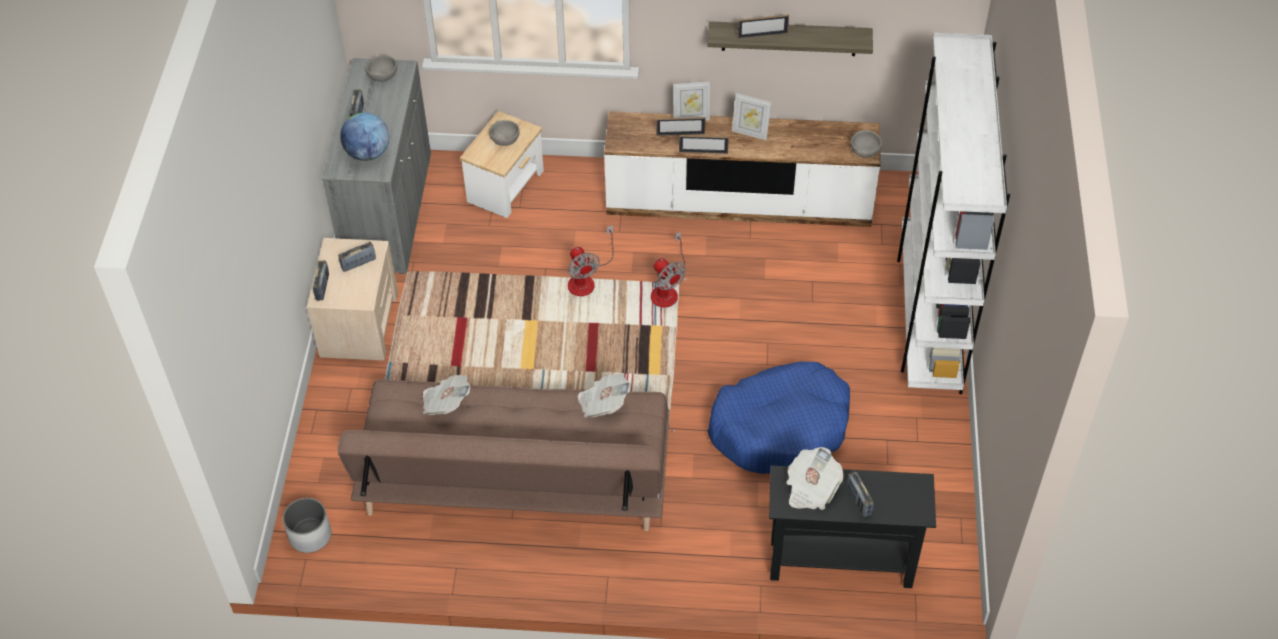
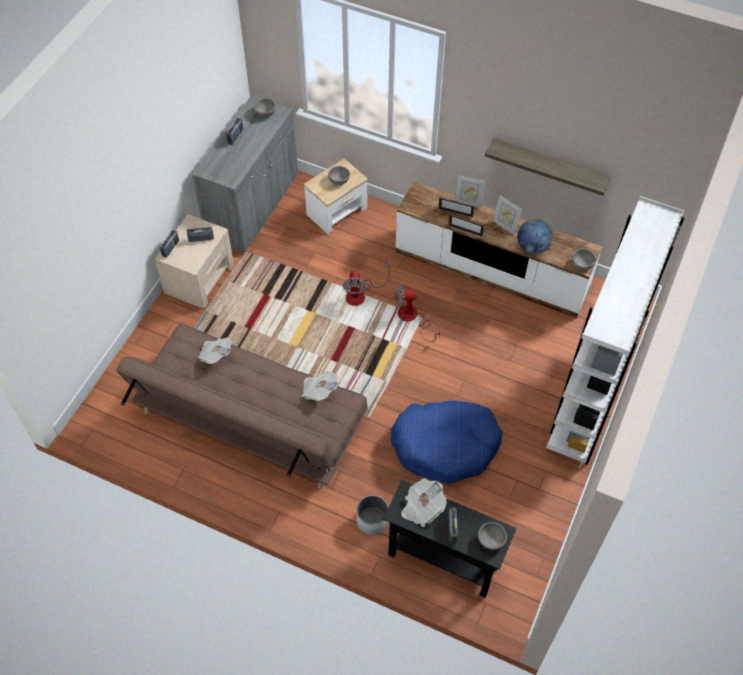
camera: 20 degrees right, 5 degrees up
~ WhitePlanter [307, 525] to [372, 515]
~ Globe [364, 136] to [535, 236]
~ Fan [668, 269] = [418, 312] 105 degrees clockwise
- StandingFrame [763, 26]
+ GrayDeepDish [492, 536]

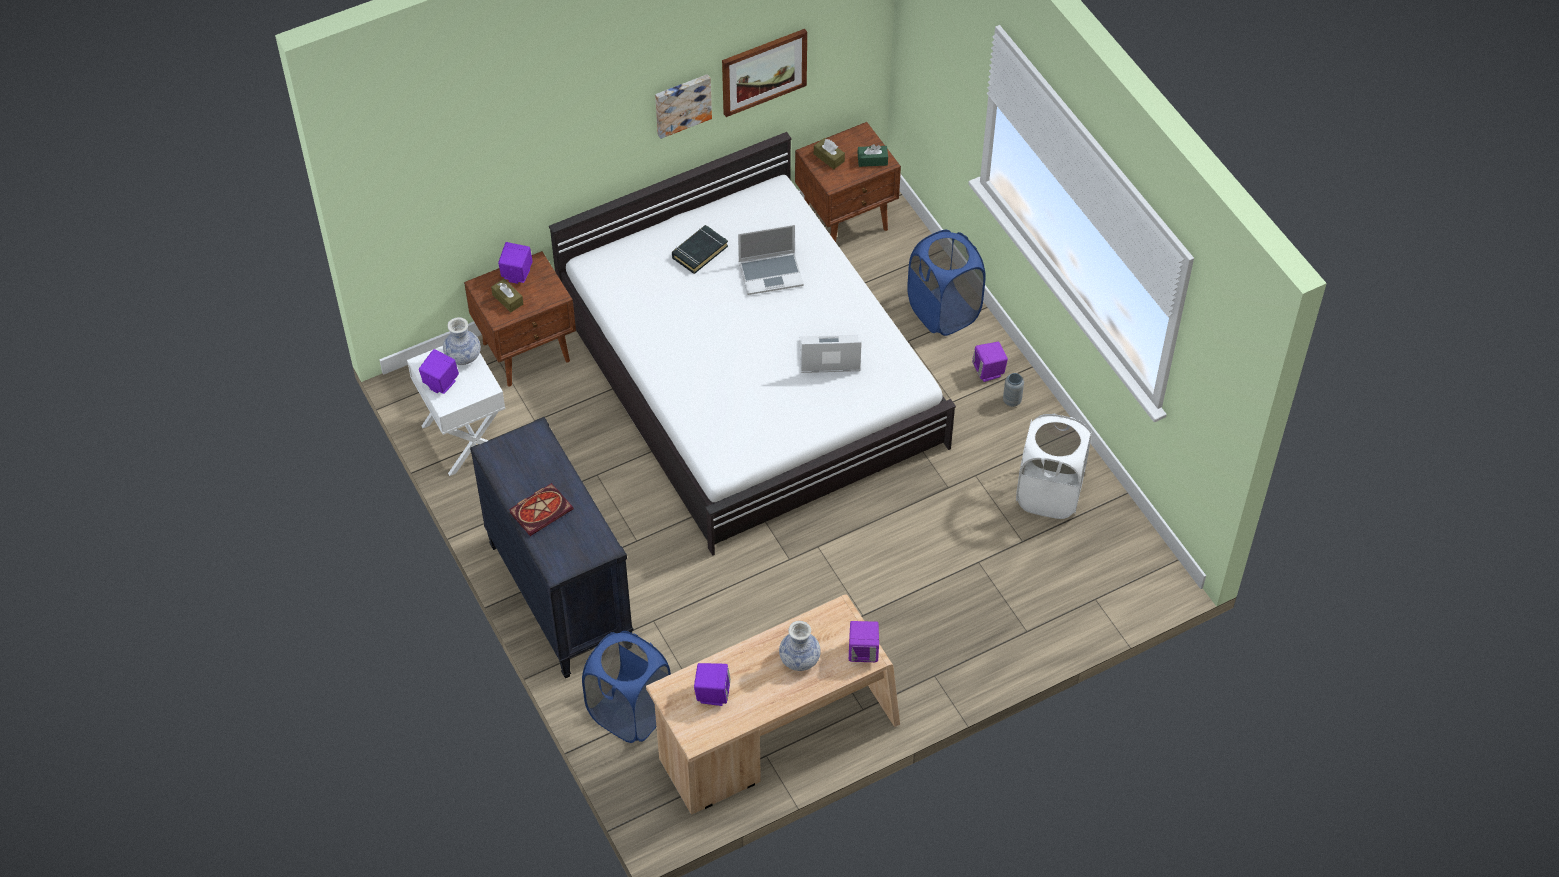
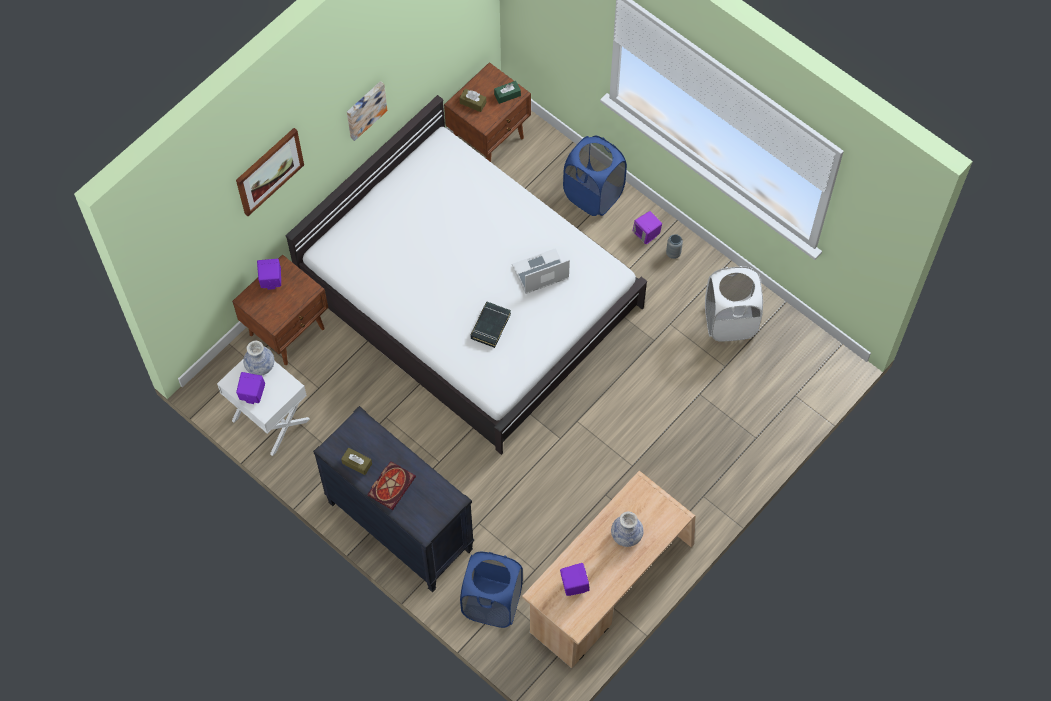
camera: 20 degrees left, 10 degrees up
~ BrownColouredTissueHolder [507, 295] to [356, 461]
~ BlackishBook [700, 249] to [491, 325]
~ Picture [764, 73] to [270, 172]
- PortableComputer [771, 259]
- PurpleAudioSpeaker [864, 641]

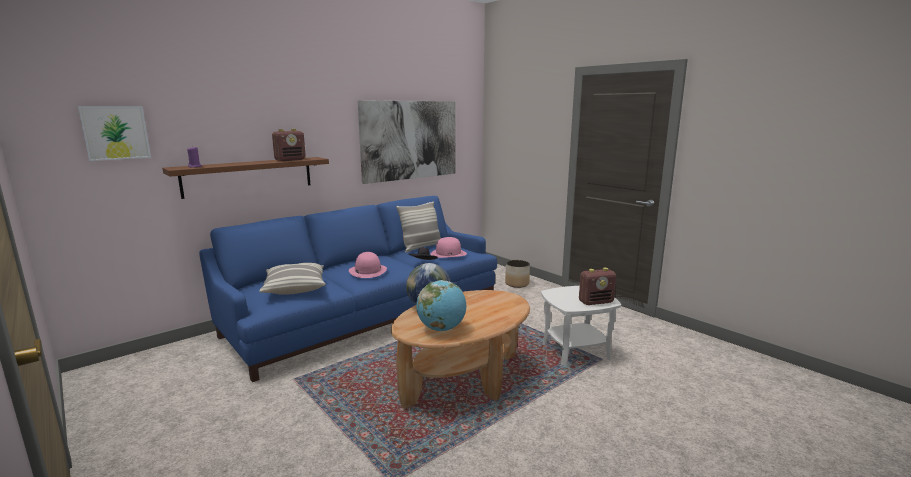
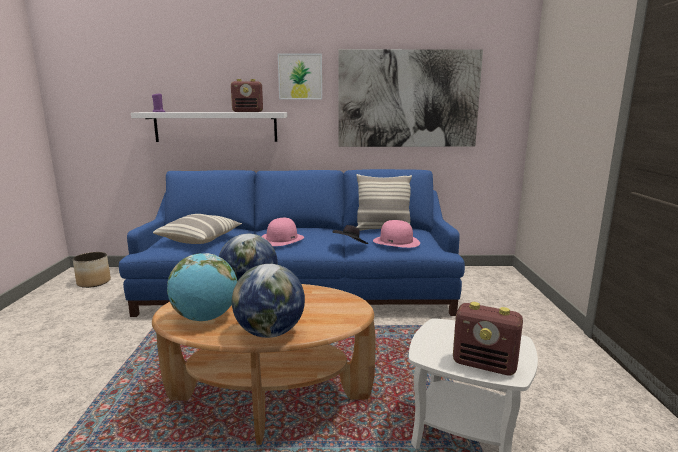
camera: 40 degrees right, 0 degrees up
~ Picture [114, 133] to [300, 76]
~ BrownColouredWallShelf [245, 178] to WhiteWallShelf [209, 127]
~ Planter [517, 274] to [92, 270]
+ Globe [268, 301]

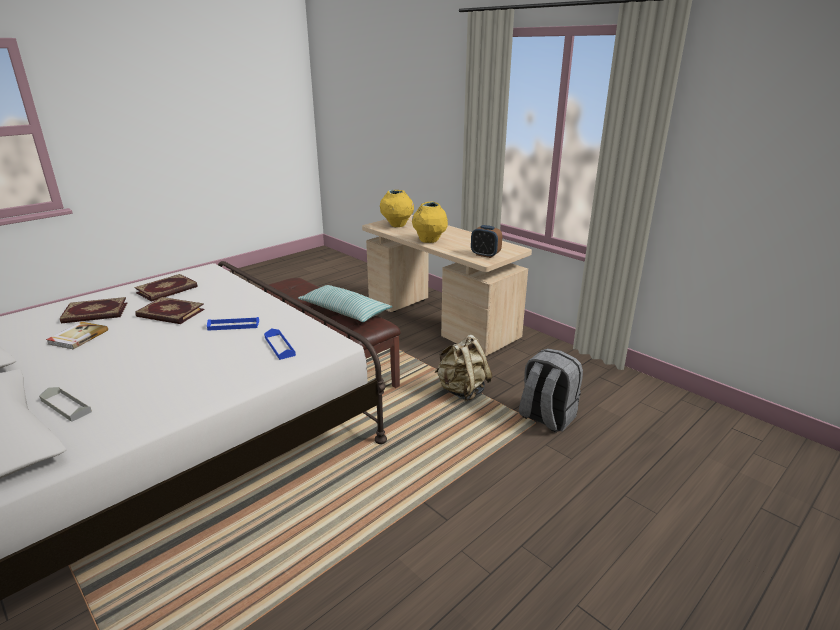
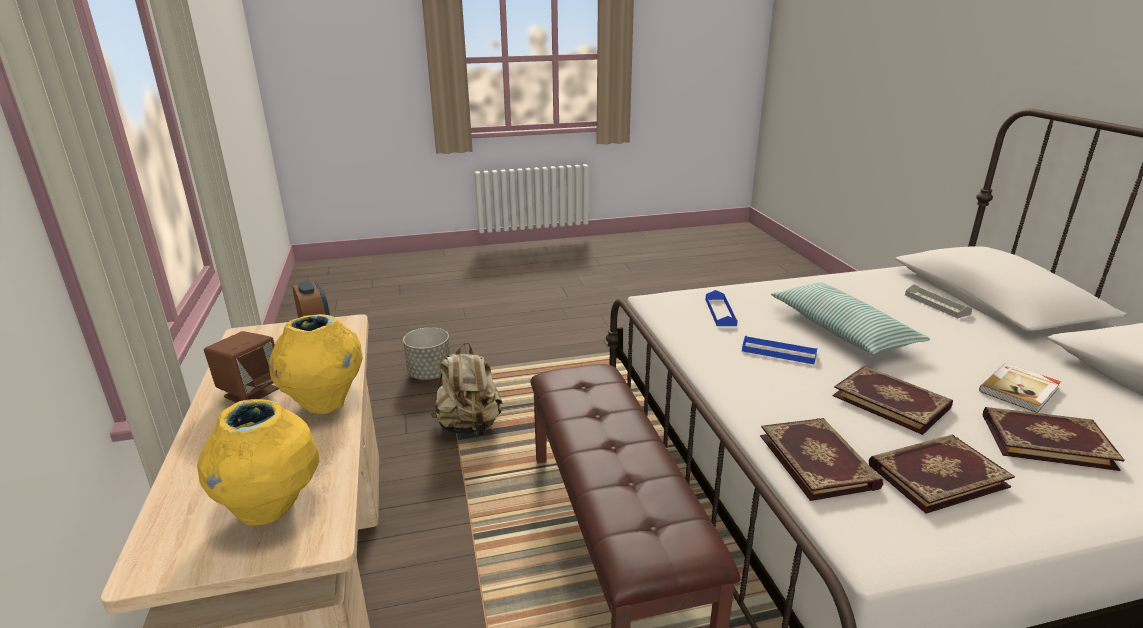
camera: 150 degrees left, 0 degrees up
~ Cushion [345, 303] to [850, 318]
~ GrayRucksack [551, 390] to GrayPlanter [427, 353]
+ BrownColouredAudioSpeaker [241, 367]
+ Book [821, 459]

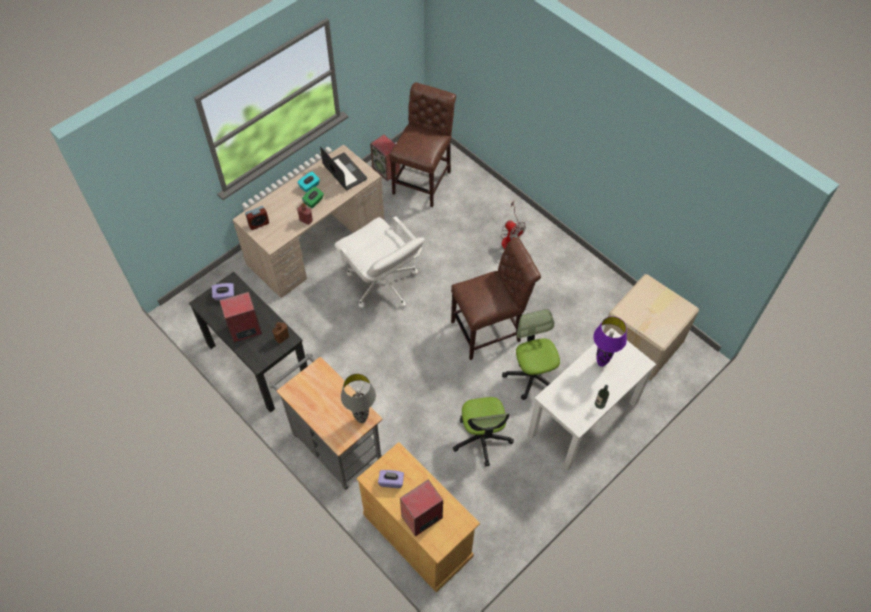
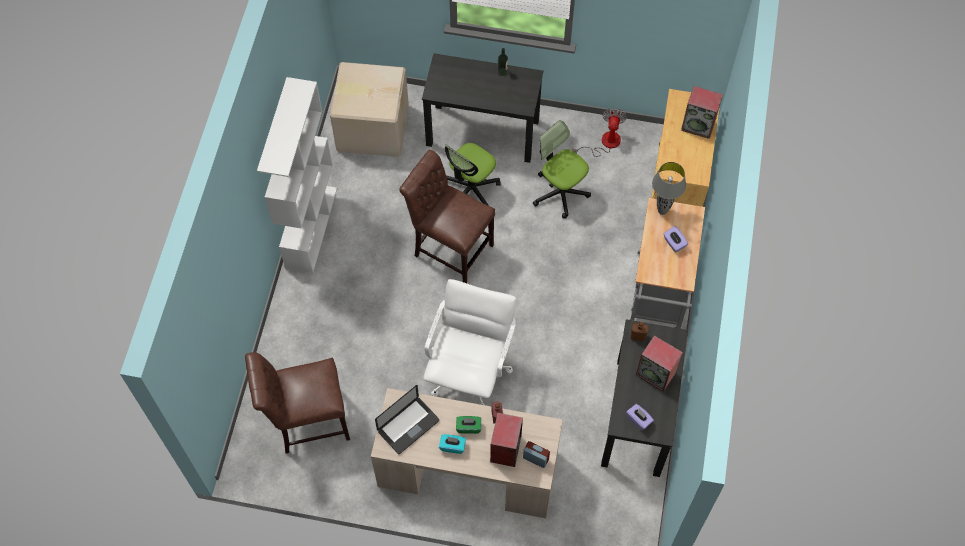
camera: 125 degrees left, 5 degrees up
~ PortableComputer [343, 168] = [407, 419] 150 degrees counterclockwise
~ AudioSpeaker [385, 157] to [506, 440]
~ PurpleTissueHolder [391, 479] to [675, 239]
~ OfficeChair [483, 432] = [562, 169] 90 degrees counterclockwise
~ Fan [513, 225] to [599, 132]
~ WhiteDesk [592, 399] to BlackishDesk [482, 108]
- PurpleTabletopLamp [610, 341]
+ WhiteBookcase [297, 175]

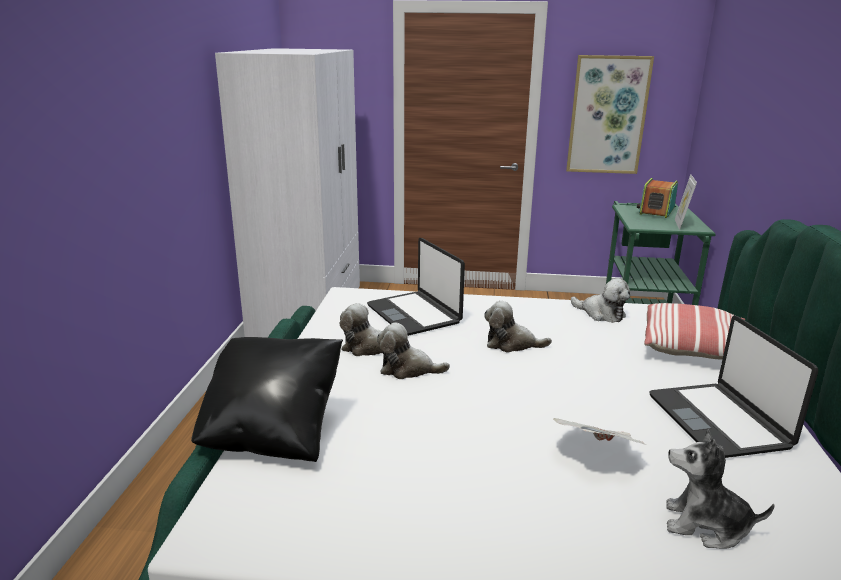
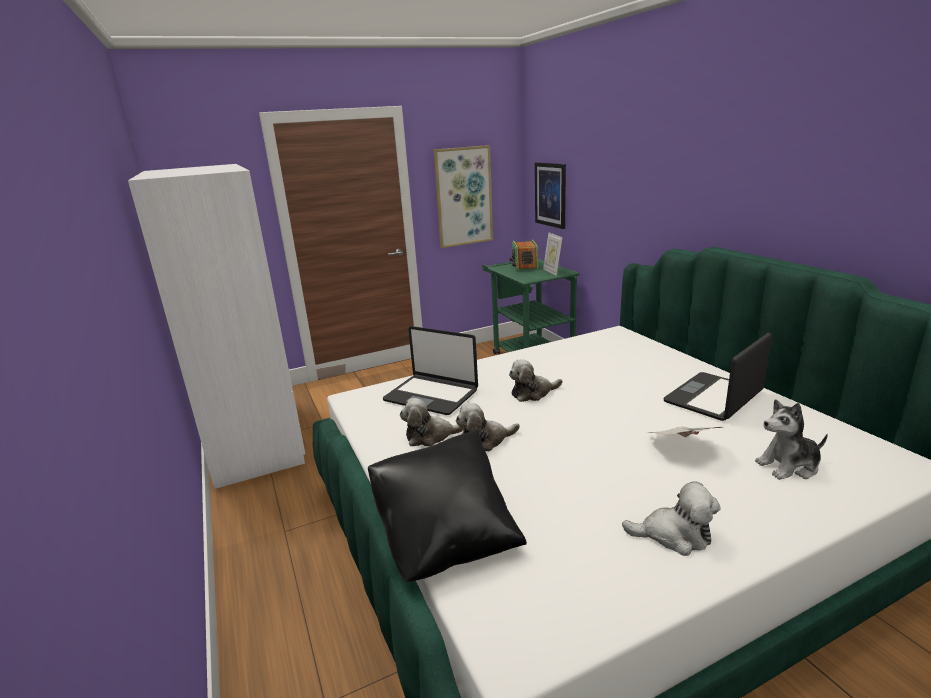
camera: 30 degrees left, 0 degrees up
~ CuddlyToy [600, 300] to [671, 518]
- Cushion [694, 331]
~ PortableComputer [733, 387] = [718, 377] 90 degrees clockwise
+ Picture [550, 195]

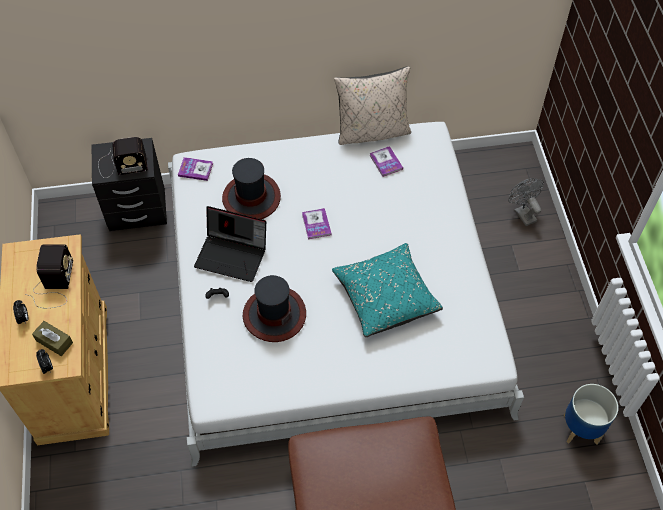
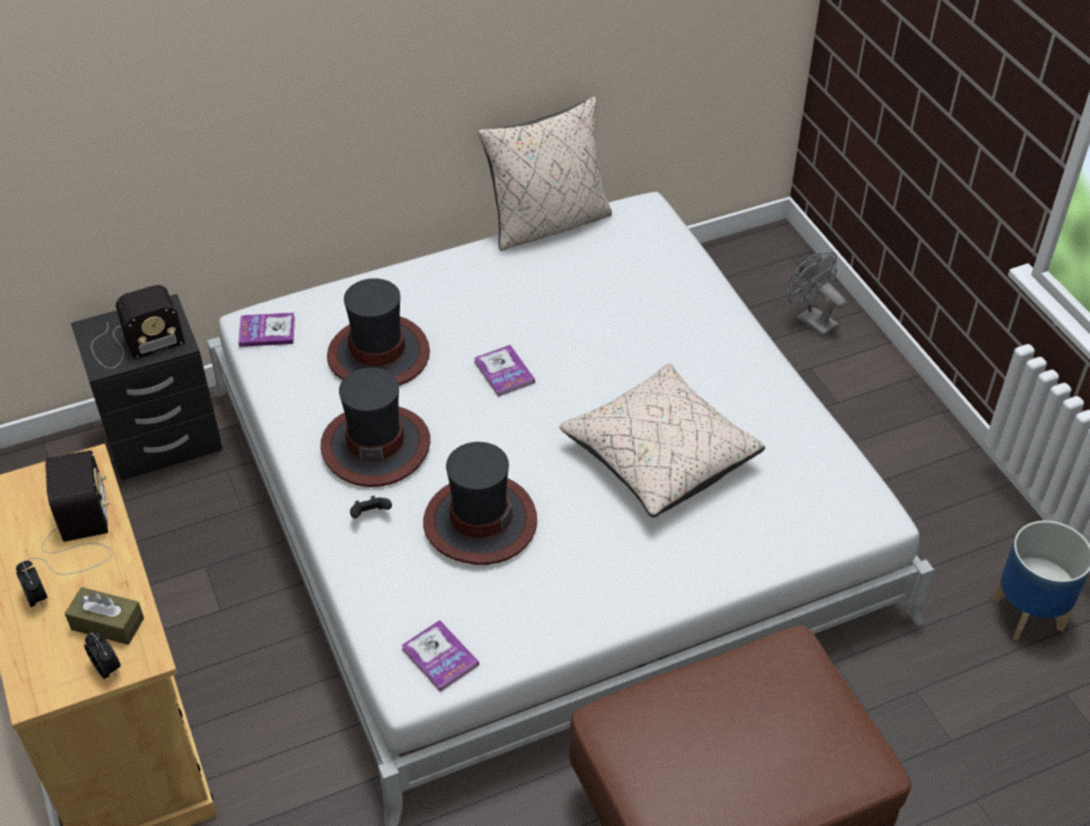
camera: 15 degrees left, 10 degrees down
~ PortableComputer [230, 244] to Hat [375, 427]
~ TurquoiseCushion [387, 290] to BeigeColouredCushion [662, 441]
~ Book [386, 161] to [440, 656]

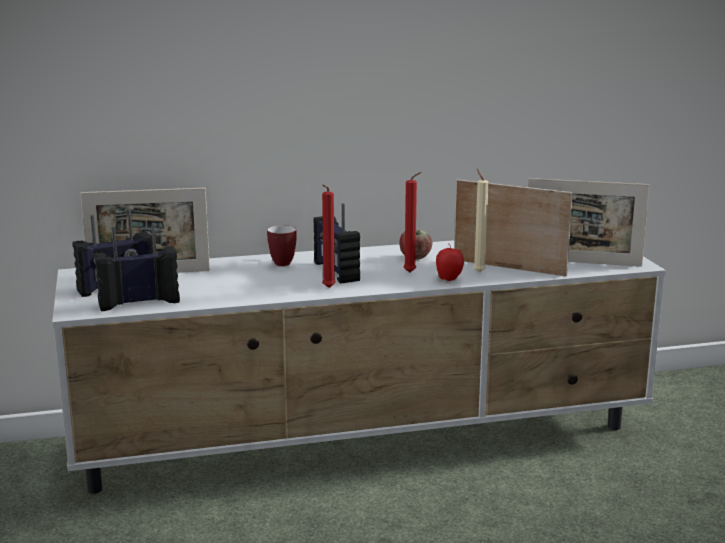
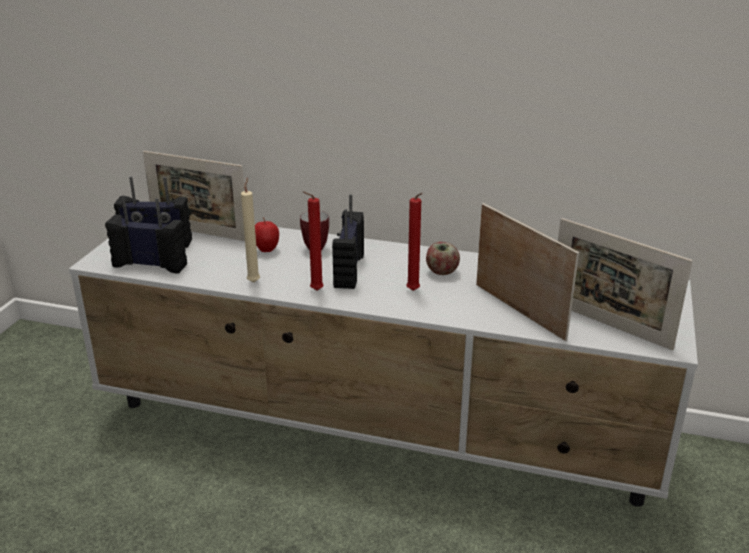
camera: 30 degrees right, 10 degrees up
~ WholeApple [450, 262] to [267, 234]
~ BeigeColouredWaxLight [481, 221] to [250, 230]

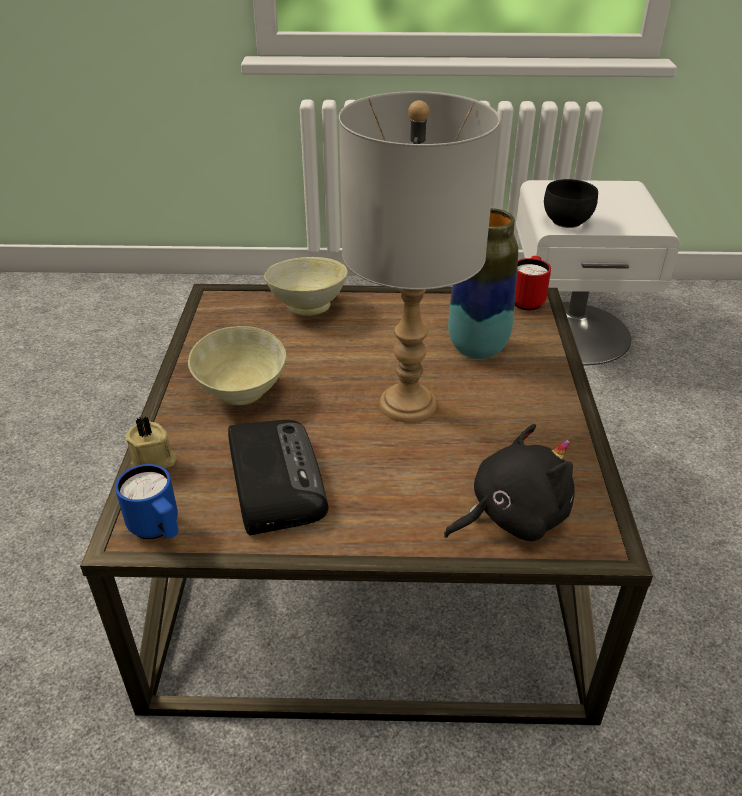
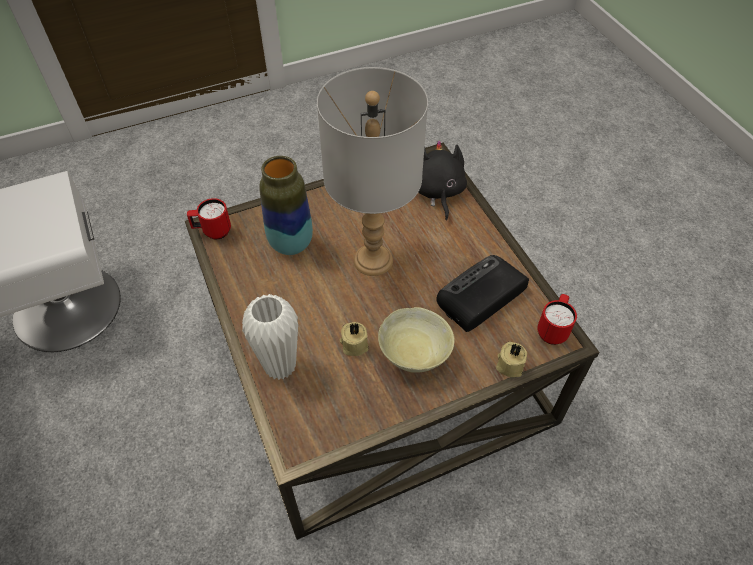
camera: 115 degrees left, 15 degrees up
~ BlueColouredMug [147, 501] to RedMug [557, 319]
~ BeigeColouredDeepDish [306, 286] to WhiteFlowerVase [270, 337]
~ BlackishCuddlyToy [509, 482] = [442, 180] 45 degrees clockwise
- BlackishDeepDish [571, 203]
+ BeigeColouredWaxLight [354, 339]

